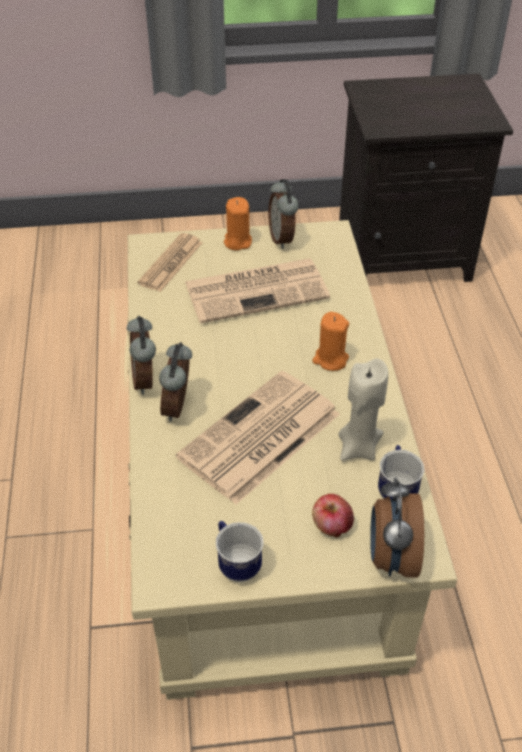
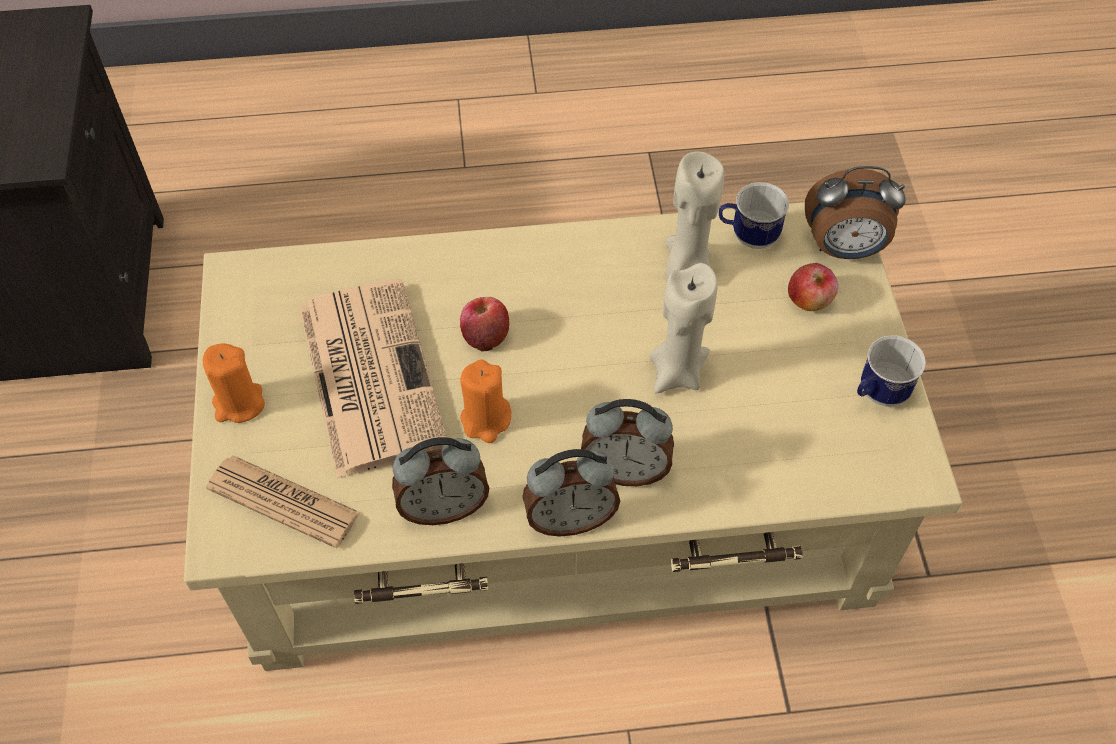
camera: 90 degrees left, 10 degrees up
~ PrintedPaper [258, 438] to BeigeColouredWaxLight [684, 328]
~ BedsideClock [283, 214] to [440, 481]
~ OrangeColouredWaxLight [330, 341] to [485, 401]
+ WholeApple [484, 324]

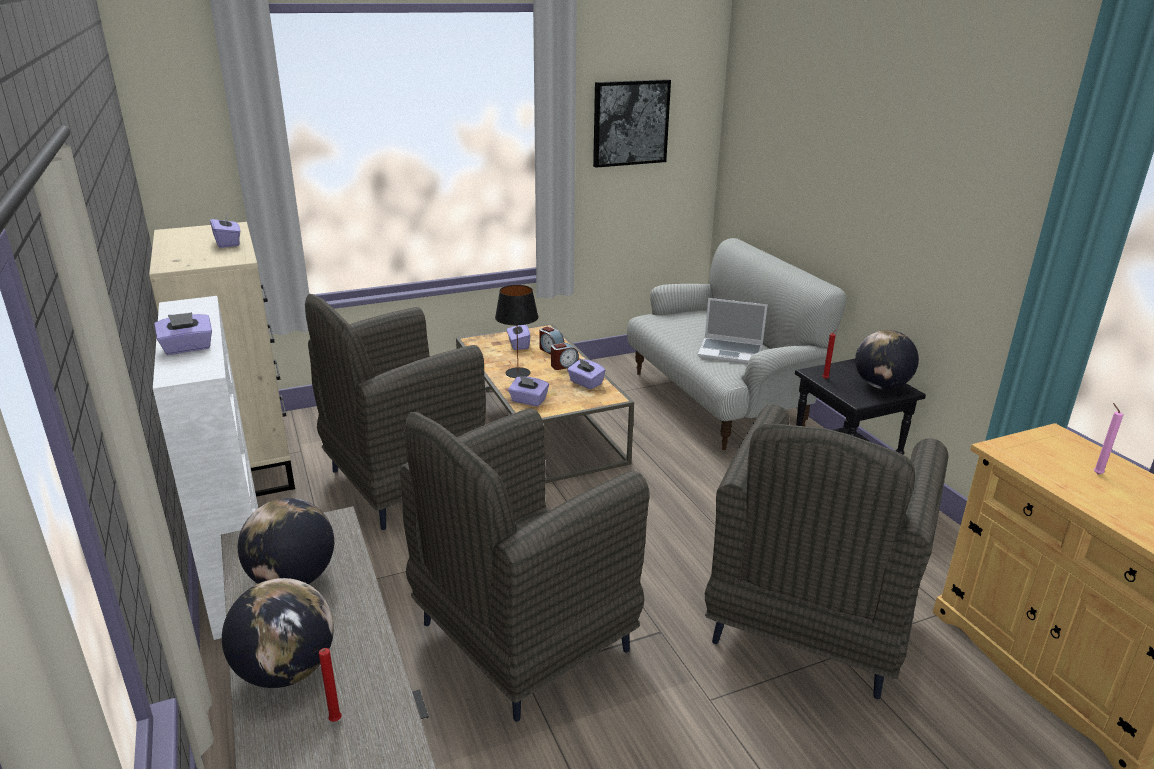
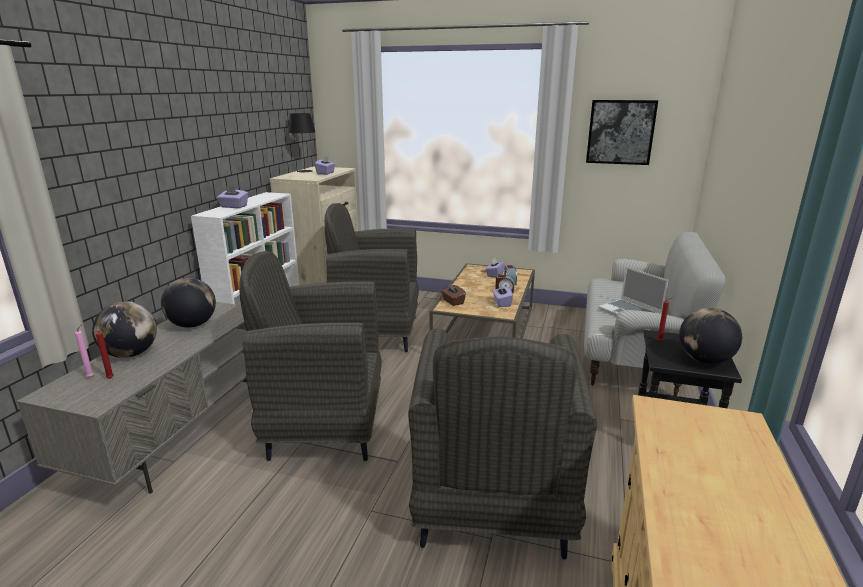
camera: 40 degrees right, 5 degrees down
~ BlackishTabletopLamp [517, 331] to [301, 143]
~ PurpleTissueHolder [528, 391] to BrownColouredTissueHolder [453, 294]
~ GrayLoungeChair [826, 552] = [502, 443] 60 degrees counterclockwise
~ PinkishWaxLight [1109, 439] to [84, 350]

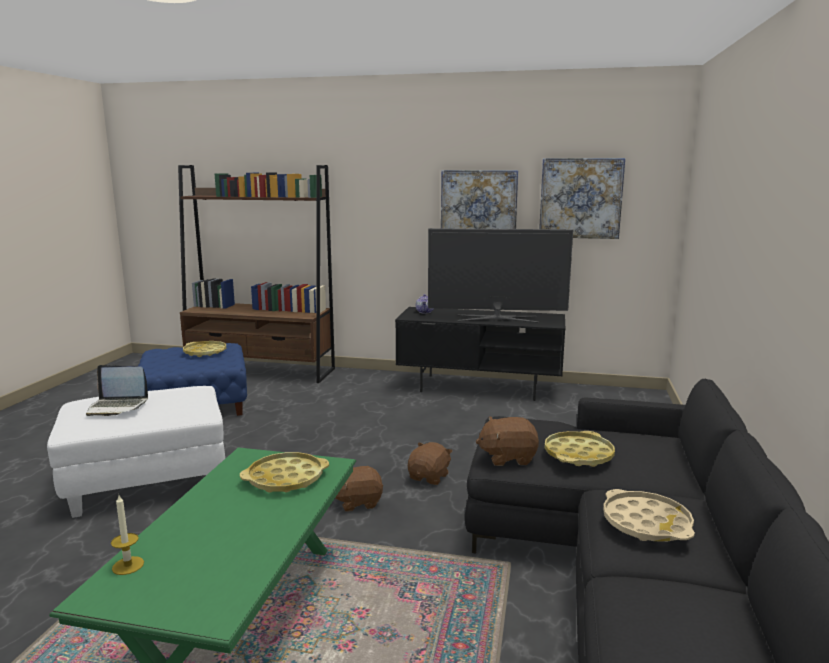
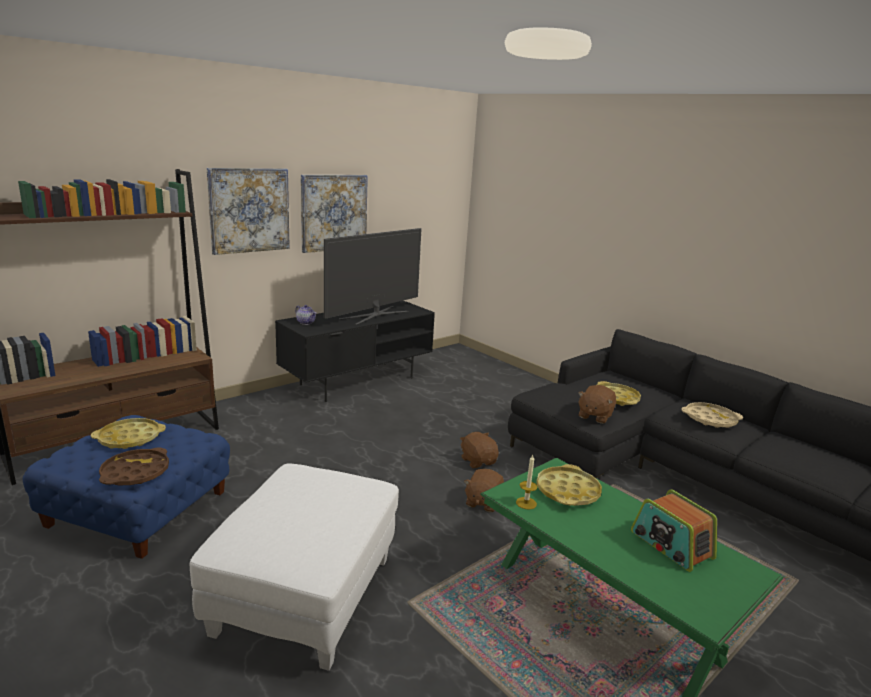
camera: 55 degrees left, 5 degrees up
- PortableComputer [117, 390]
~ WaxLight [127, 535] to [527, 482]
~ Picture [582, 198] to [248, 211]
+ BrownColouredTray [134, 466]
+ RadioSet [674, 530]

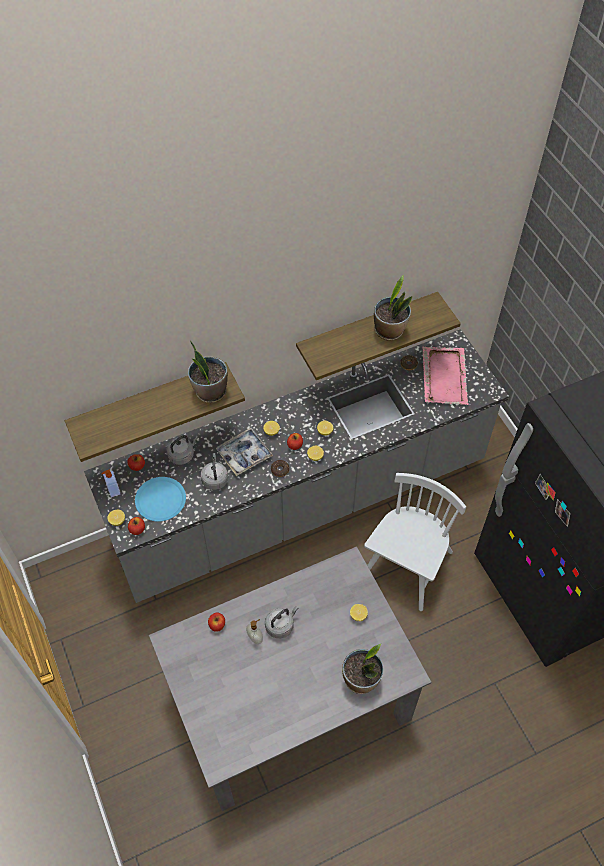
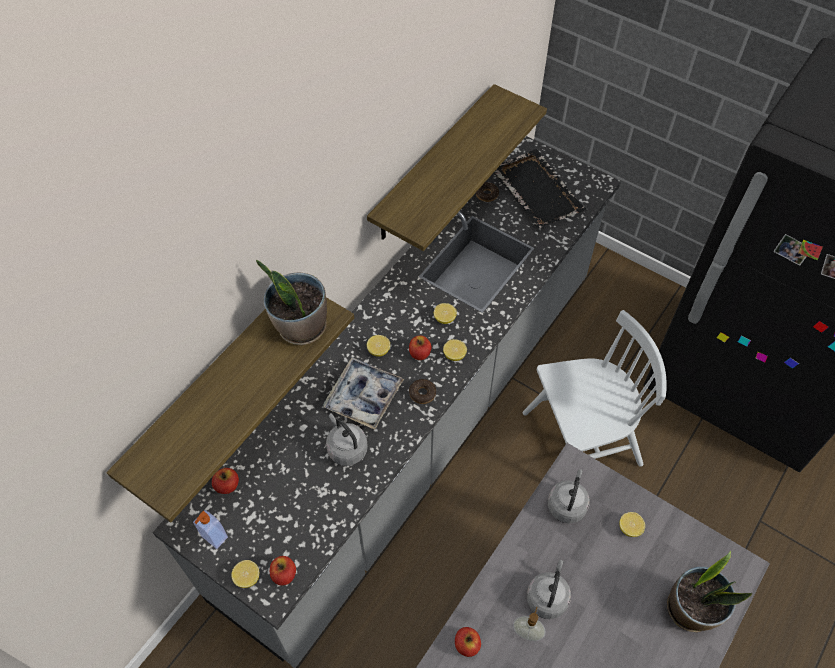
camera: 30 degrees left, 0 degrees up
- BlueColouredDinnerPlate [160, 499]
~ GrayWaterKettle [182, 450] to [569, 496]
~ WhiteUprightChair [415, 542] = [595, 388] 75 degrees clockwise
- PlantInAPot [393, 307]
~ PinkishTray [445, 375] to BlackishTray [540, 188]

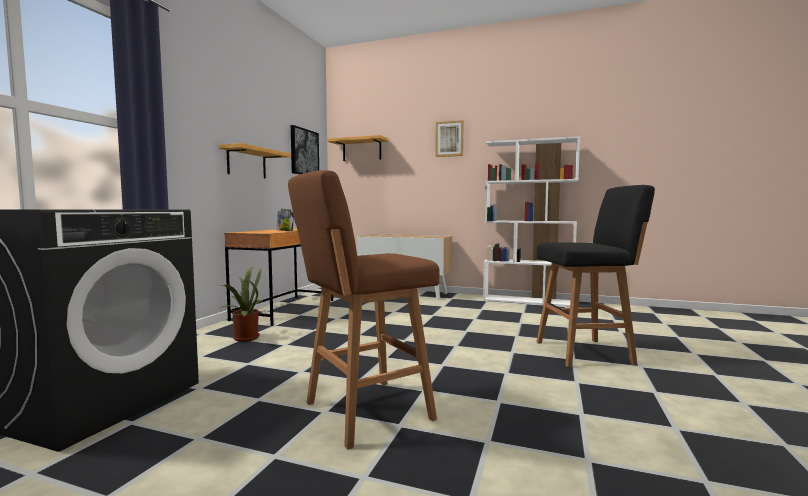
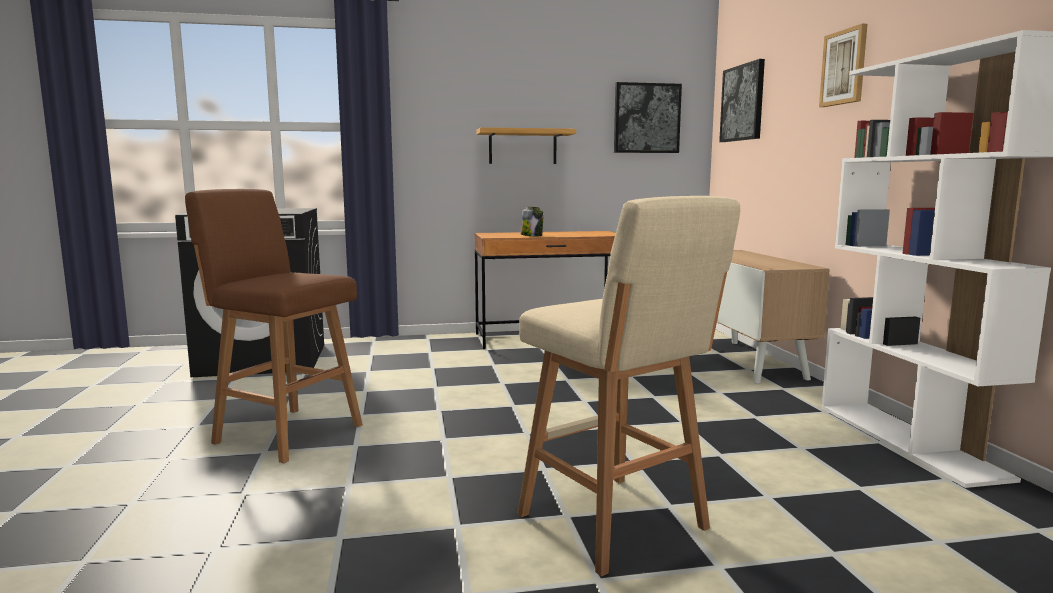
camera: 60 degrees right, 5 degrees up
- PlantInAPot [242, 304]
~ WallShelf [357, 148] to Picture [742, 100]
~ BlackishSittingStool [595, 276] to BeigeColouredSittingStool [628, 386]

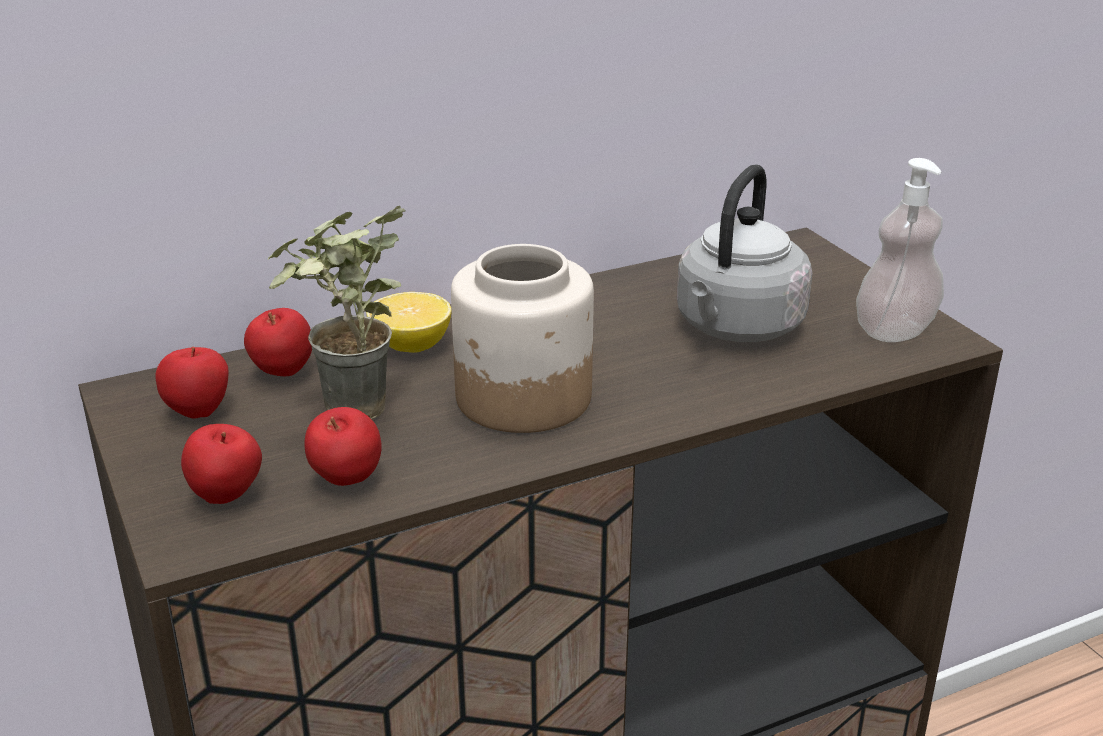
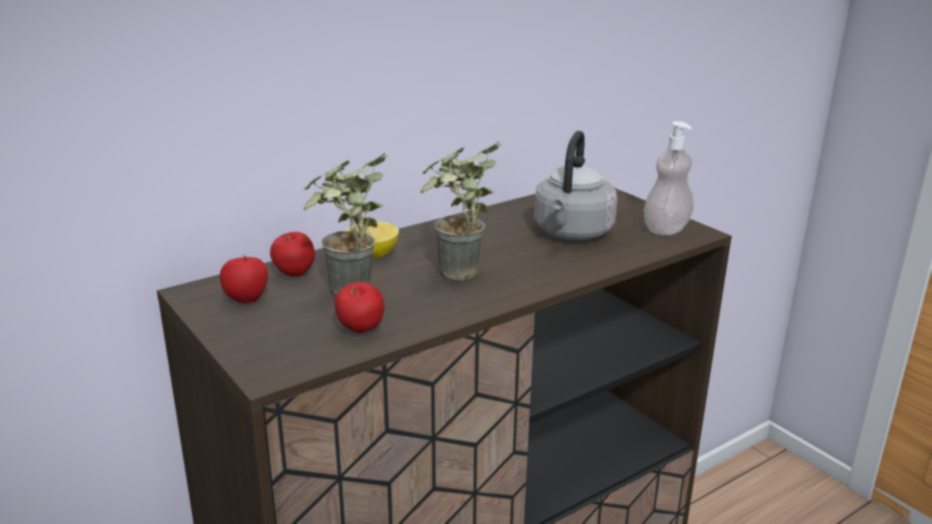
camera: 10 degrees left, 5 degrees down
- WholeApple [221, 464]
~ Jar [522, 338] to PlantInAPot [460, 211]

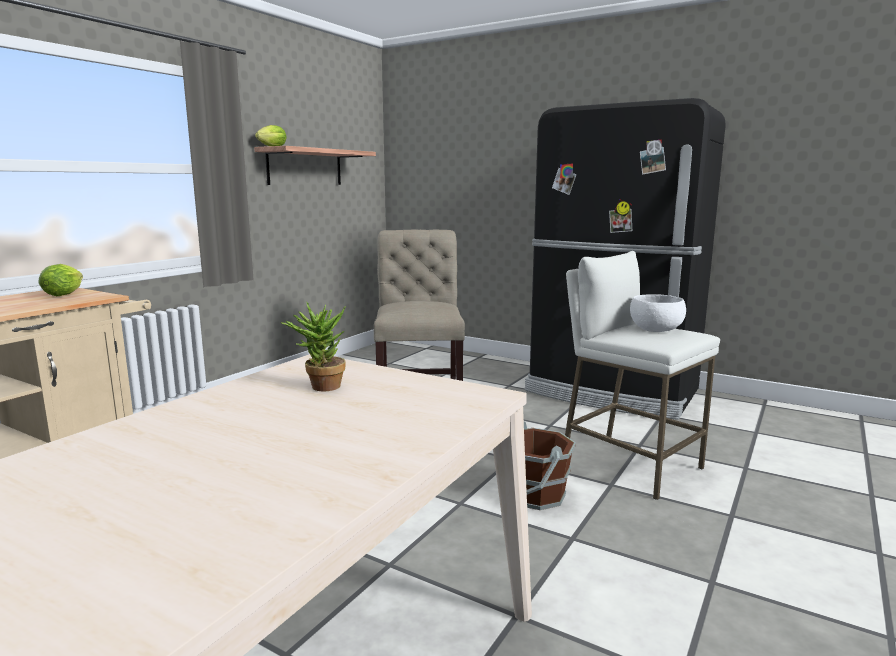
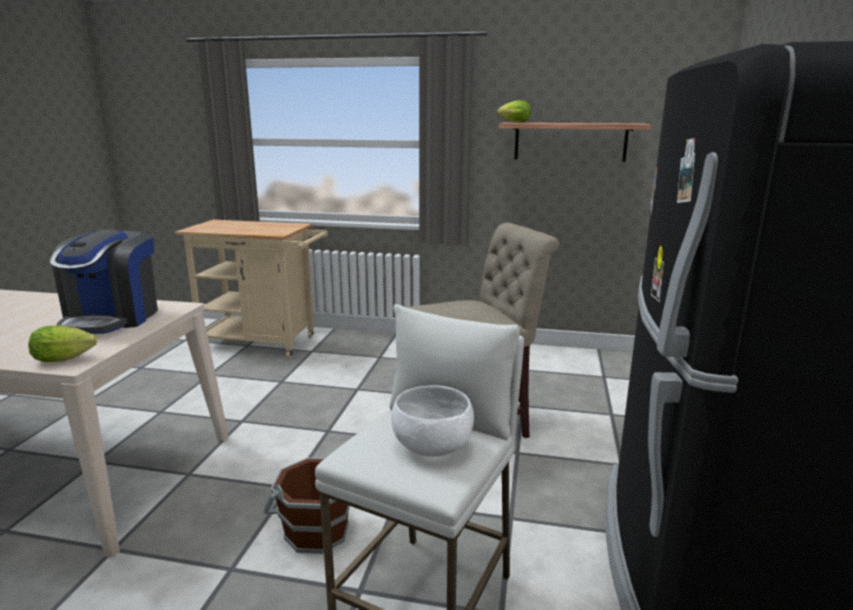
camera: 70 degrees right, 5 degrees up
~ LettuceHead [61, 280] to [62, 344]
~ PlantInAPot [313, 346] to CoffeeMaker [104, 282]

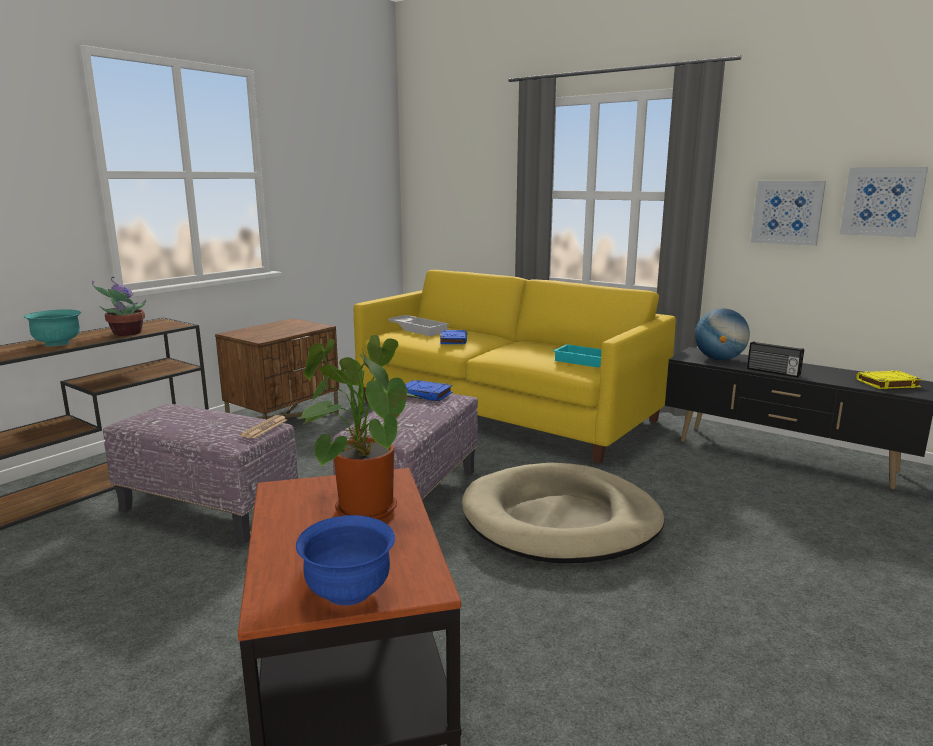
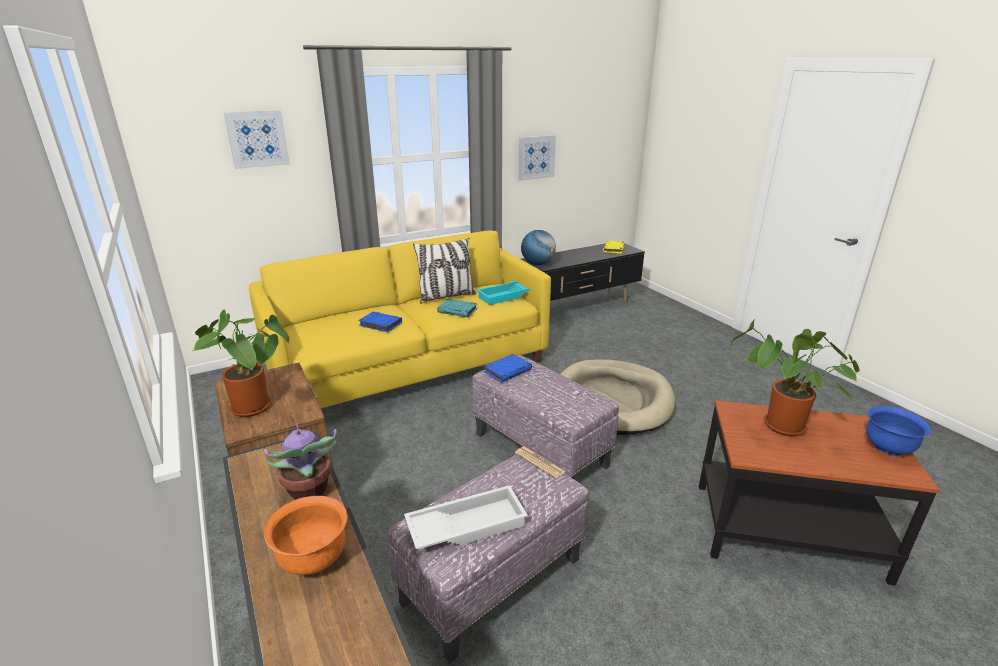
camera: 65 degrees left, 10 degrees up
~ TurquoiseDeepDish [52, 327] to OrangeColouredDeepDish [305, 535]
~ WhiteTray [418, 325] to [466, 517]
- RadioSet [775, 359]
~ Picture [884, 202] to [257, 139]
+ PlantInAPot [240, 363]
+ Cushion [444, 270]
+ TurquoiseBook [457, 308]

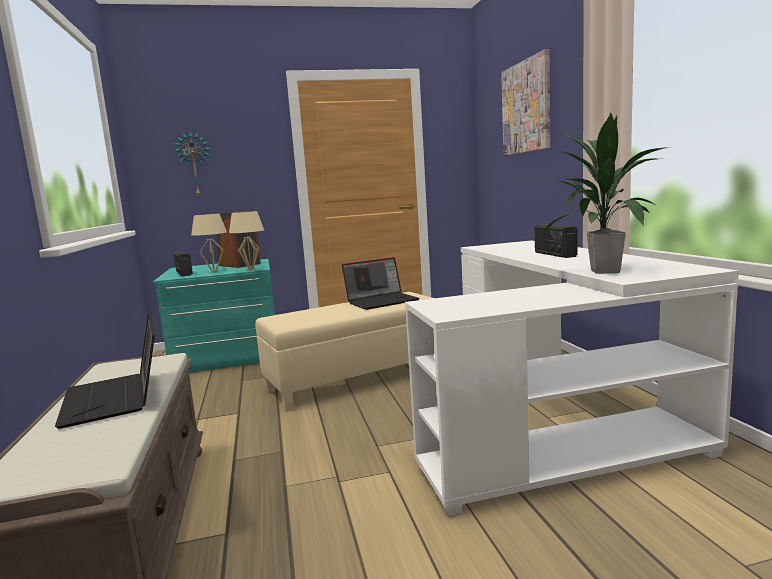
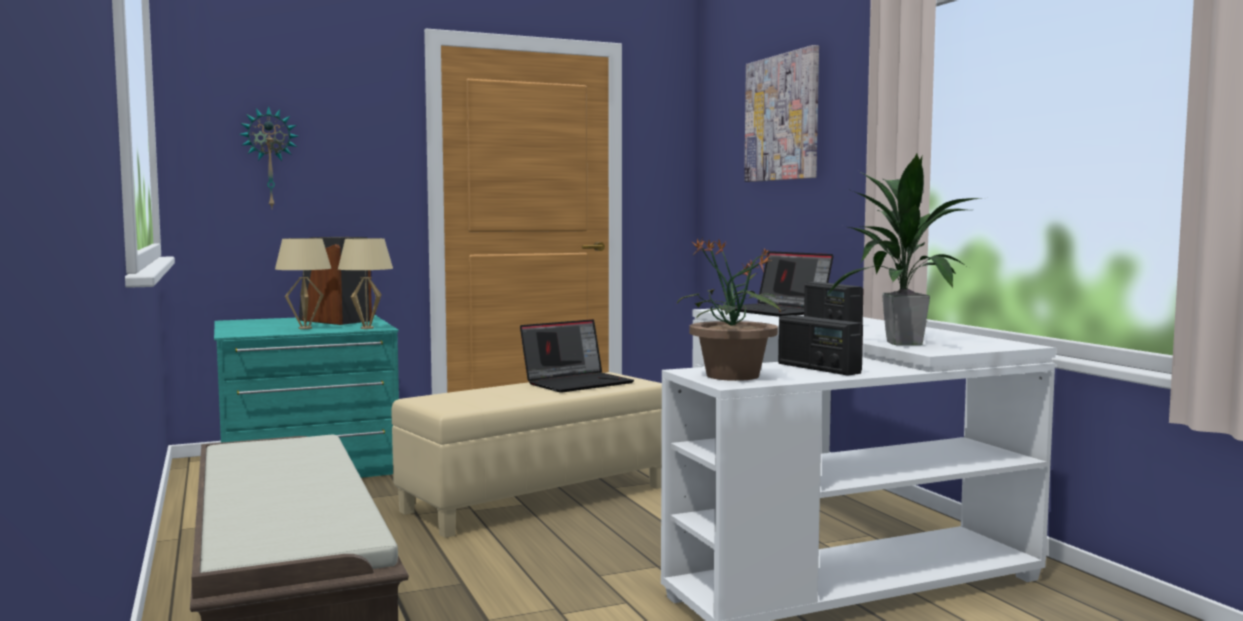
camera: 10 degrees left, 5 degrees down
~ PortableComputer [105, 370] to [777, 284]
~ RadioSet [183, 263] to [820, 345]
+ PlantInAPot [729, 309]

